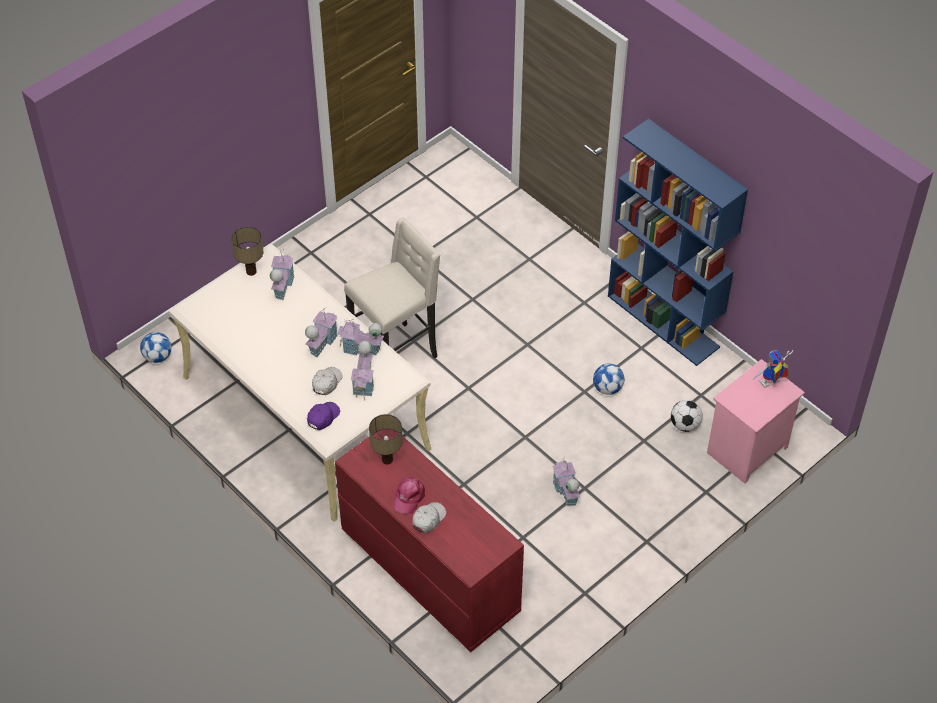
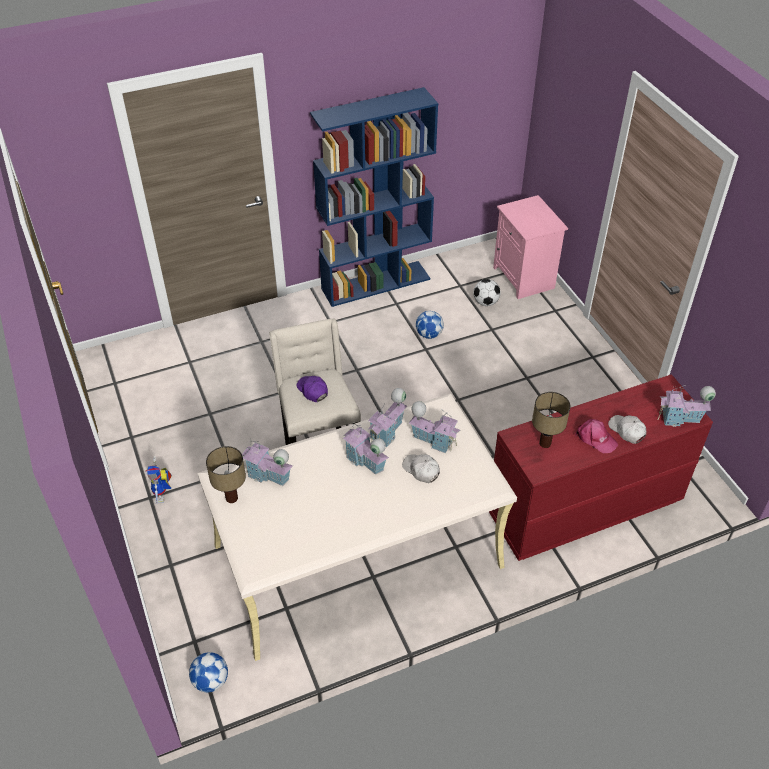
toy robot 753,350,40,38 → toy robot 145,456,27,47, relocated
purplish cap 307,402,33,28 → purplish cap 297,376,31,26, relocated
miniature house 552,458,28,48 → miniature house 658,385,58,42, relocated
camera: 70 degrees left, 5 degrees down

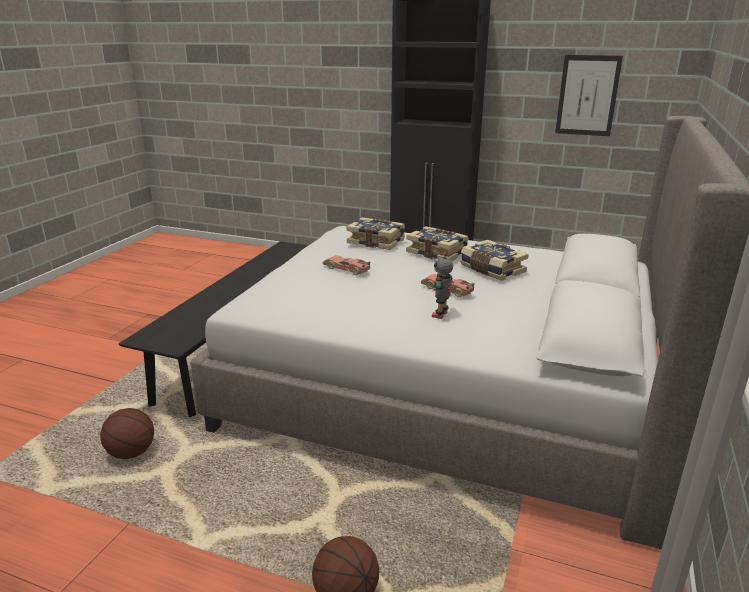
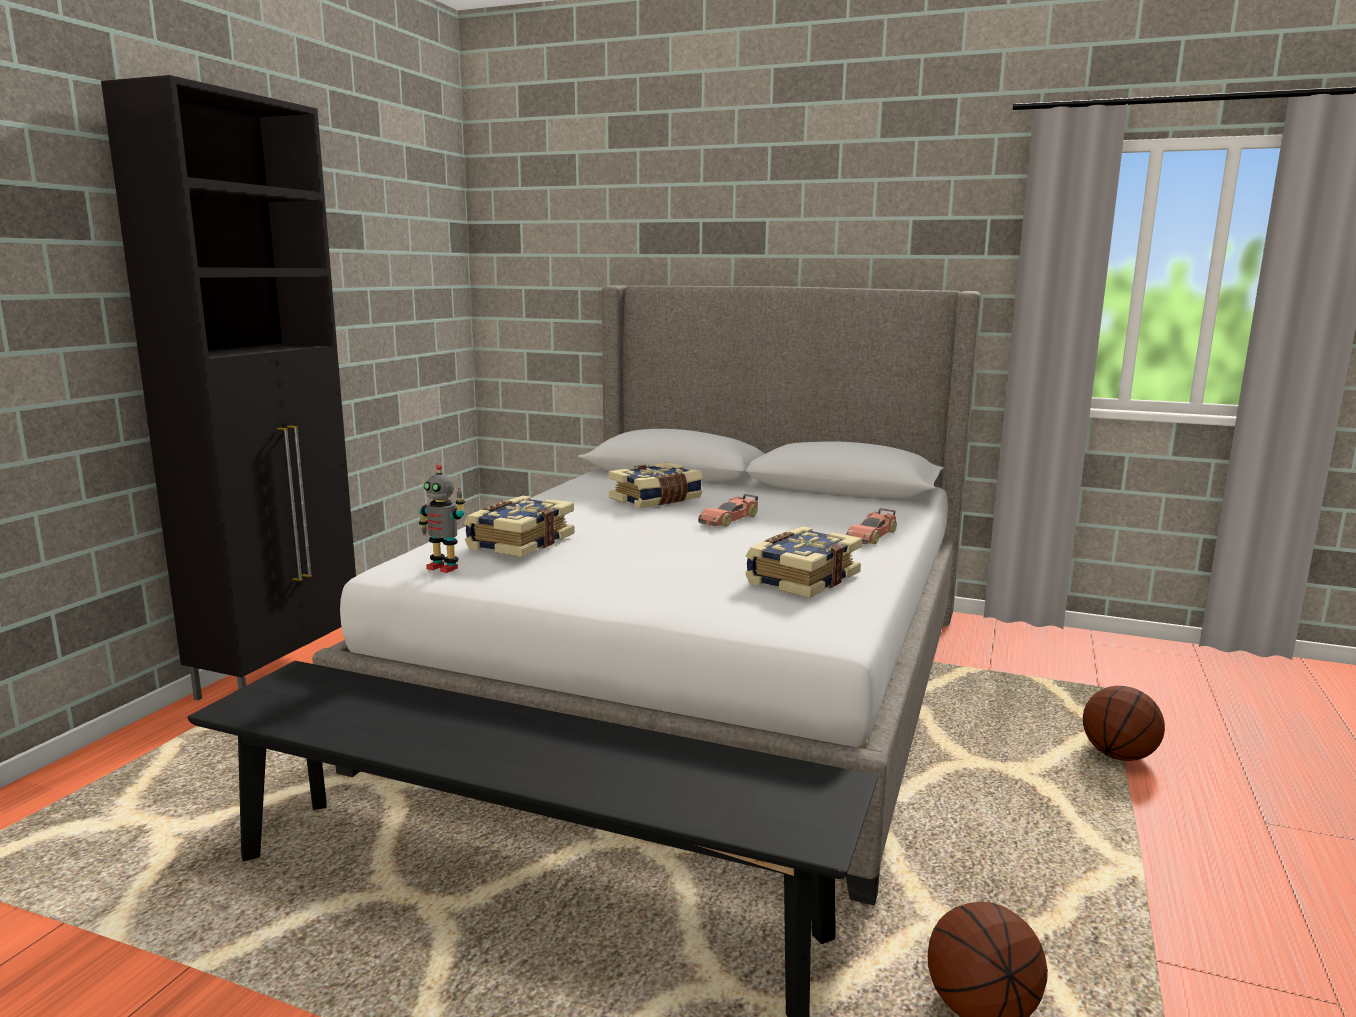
wall art 555,55,68,81 → -
volume 406,226,63,35 → volume 745,526,117,72, relocated
toy robot 432,252,21,67 → toy robot 419,464,46,109, relocated
model car 323,255,47,20 → model car 846,508,51,37, relocated
camera: 90 degrees left, 10 degrees down

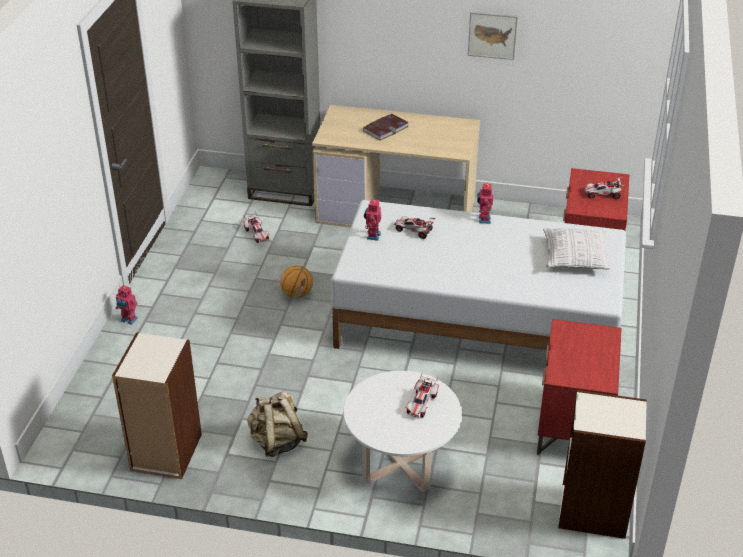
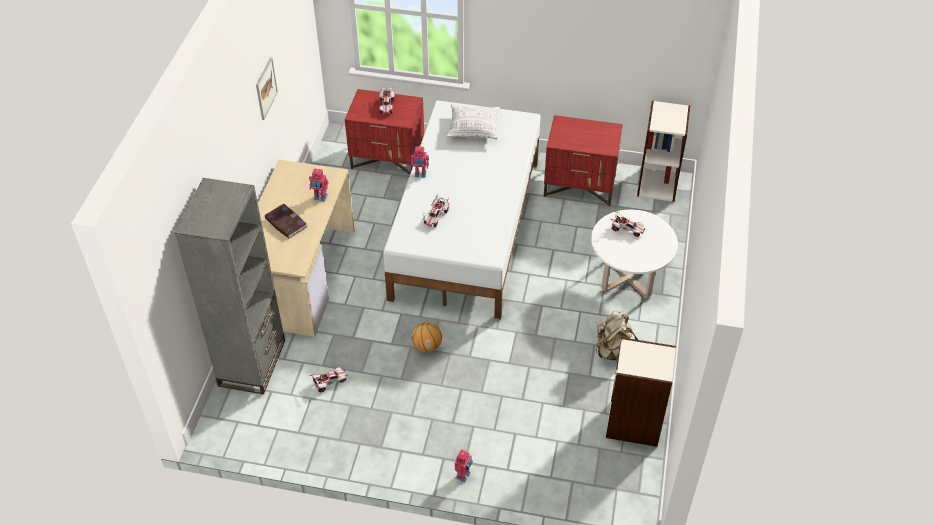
toy robot 364,199,17,42 → toy robot 309,168,19,33, relocated
camera: 90 degrees left, 10 degrees up

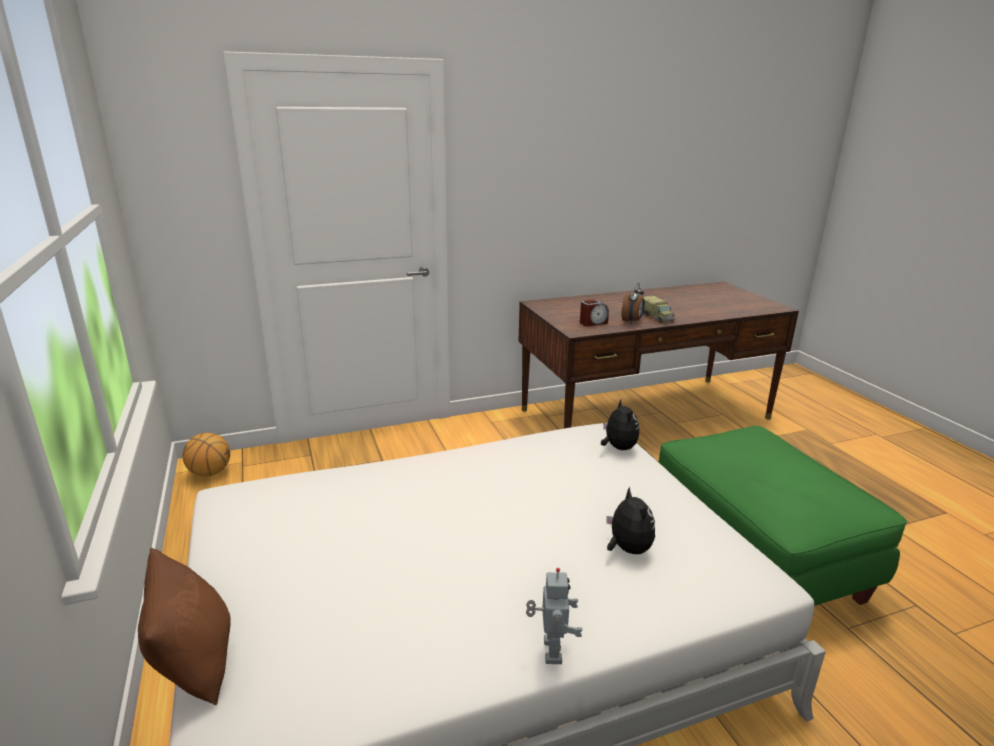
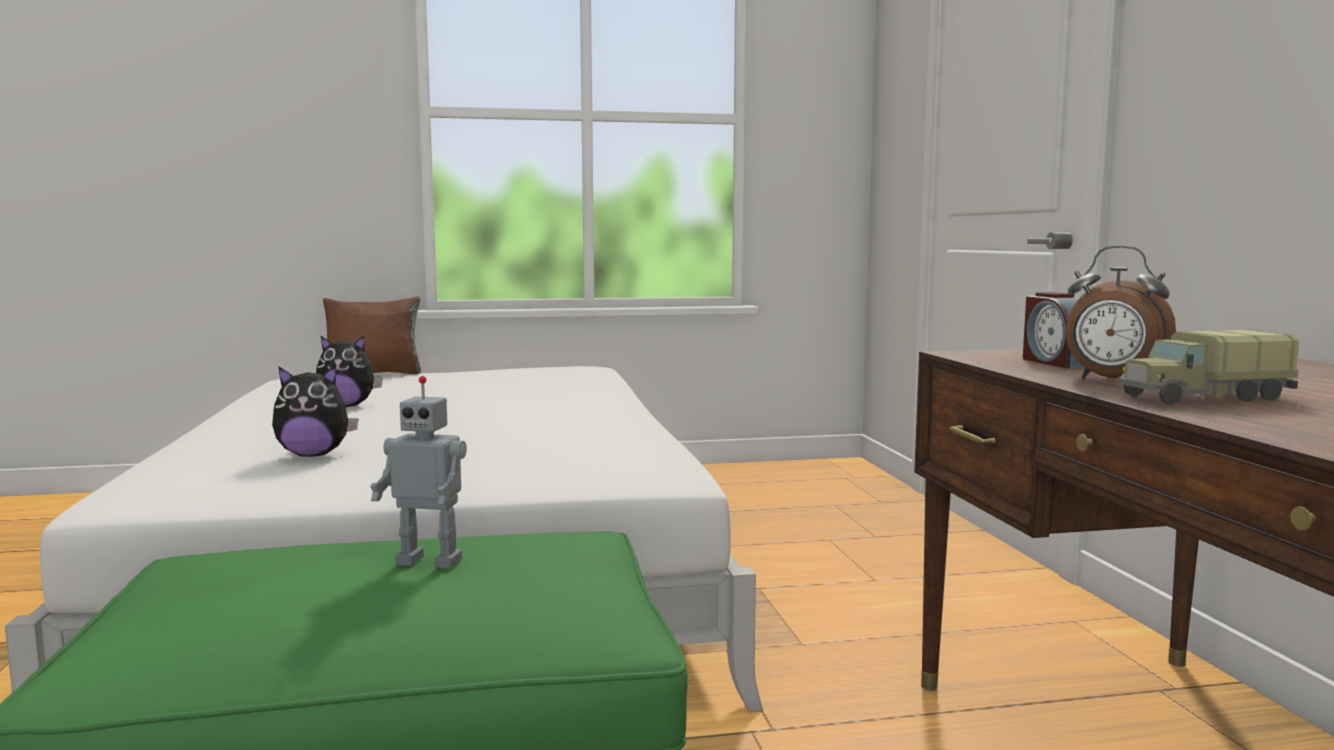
soft toy 601,399,38,51 → soft toy 316,335,67,72, relocated
ball for basketball 182,433,48,44 → -
toy robot 526,568,56,96 → toy robot 370,376,97,193, relocated
camera: 100 degrees right, 15 degrees down

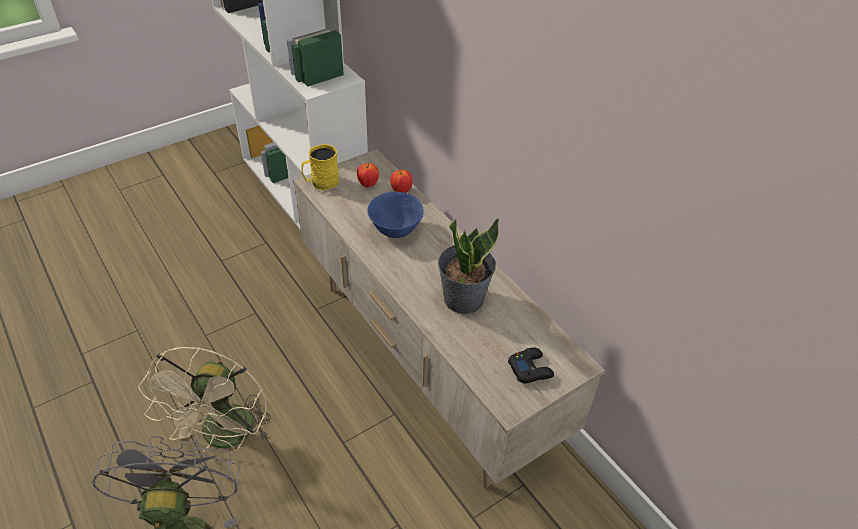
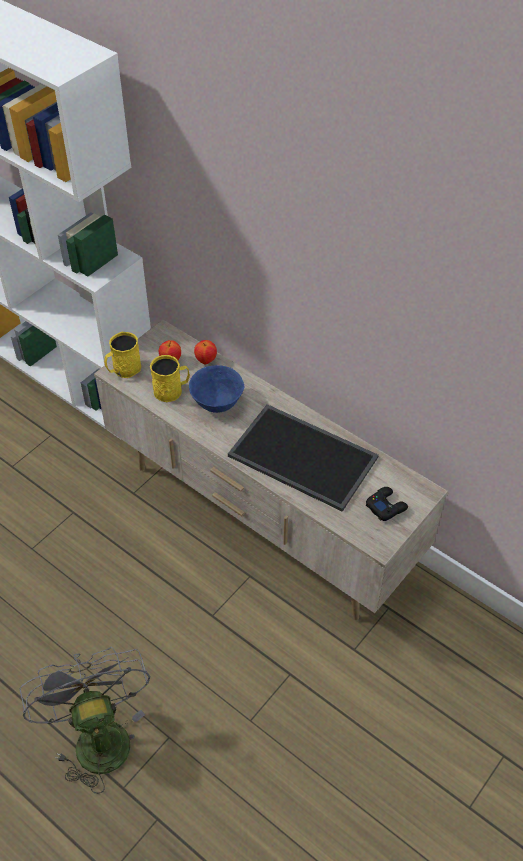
plant in a pot 438,218,61,96 → carrying tray 228,404,151,108
beige-coloured electric fan 138,347,133,105 → -
- → yellowish mug 150,355,40,47
camera: 15 degrees left, 5 degrees up

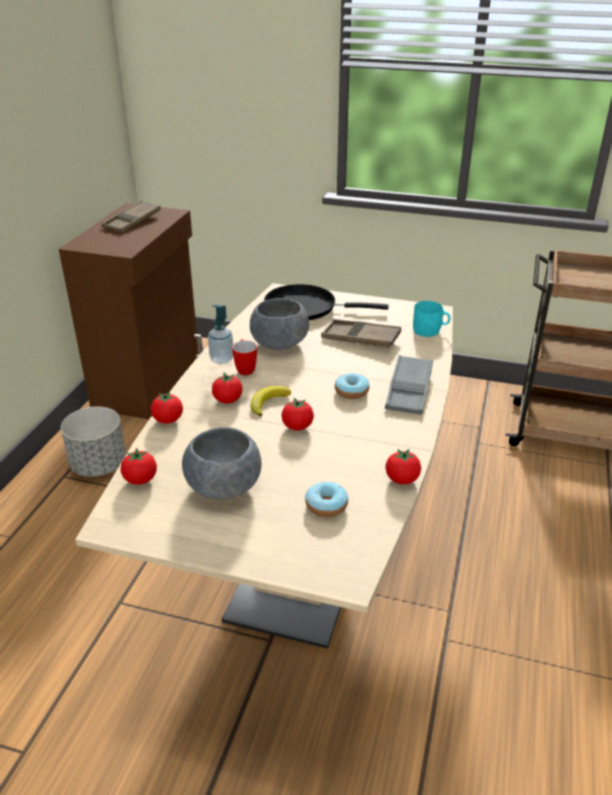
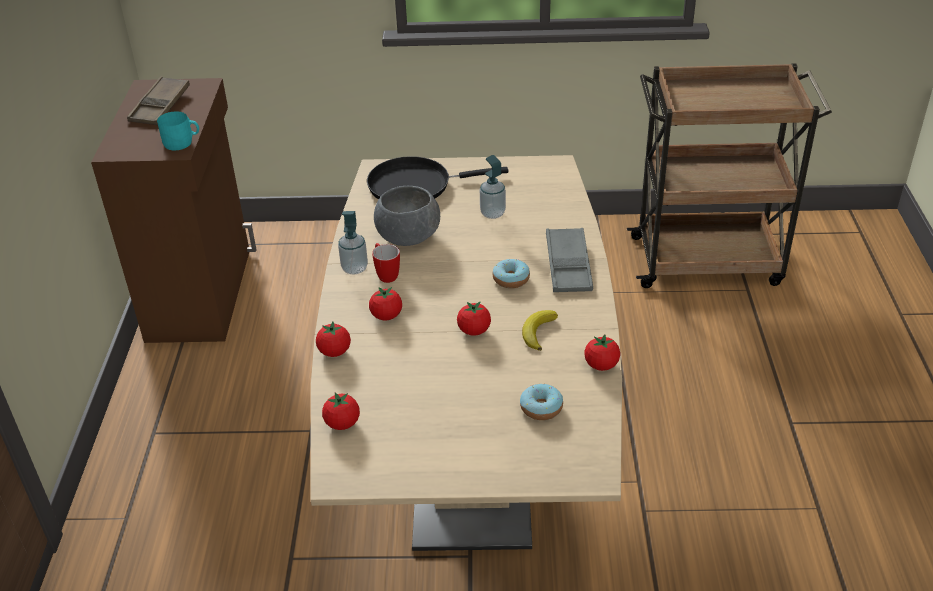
turquoise mug 413,301,37,36 → turquoise mug 157,111,42,39, relocated
brownish carrying tray 321,319,80,28 → soap bottle 480,155,26,64
whole banana 250,386,41,31 → whole banana 522,310,36,41, relocated
gray flower pot 61,406,65,71 → -
gray bowl 182,427,79,72 → -
camera: 15 degrees left, 5 degrees up

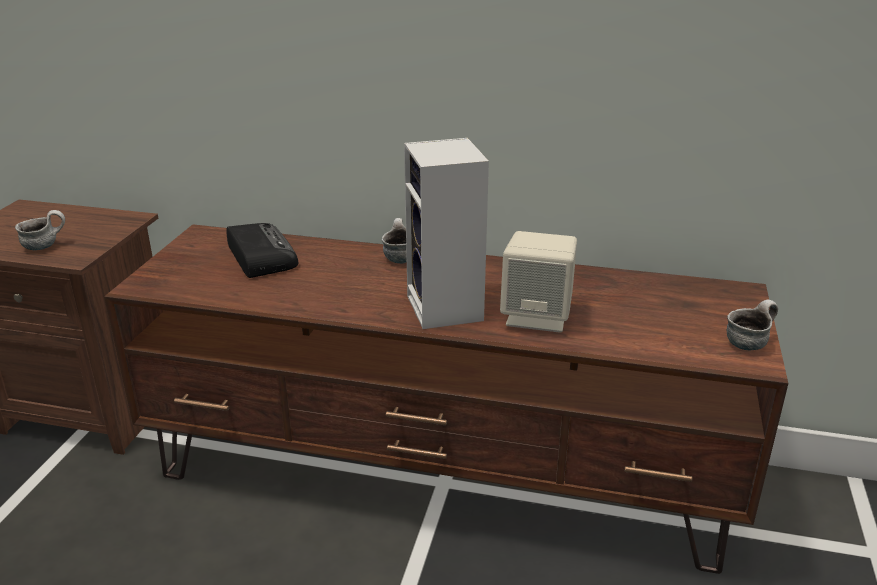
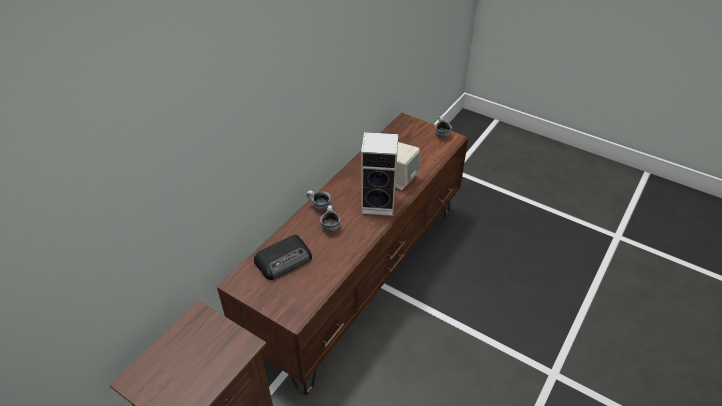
mug 15,210,50,40 → mug 320,205,20,28, relocated
radio set 226,223,73,55 → radio set 254,235,58,45, 150 degrees clockwise
camera: 70 degrees left, 15 degrees up

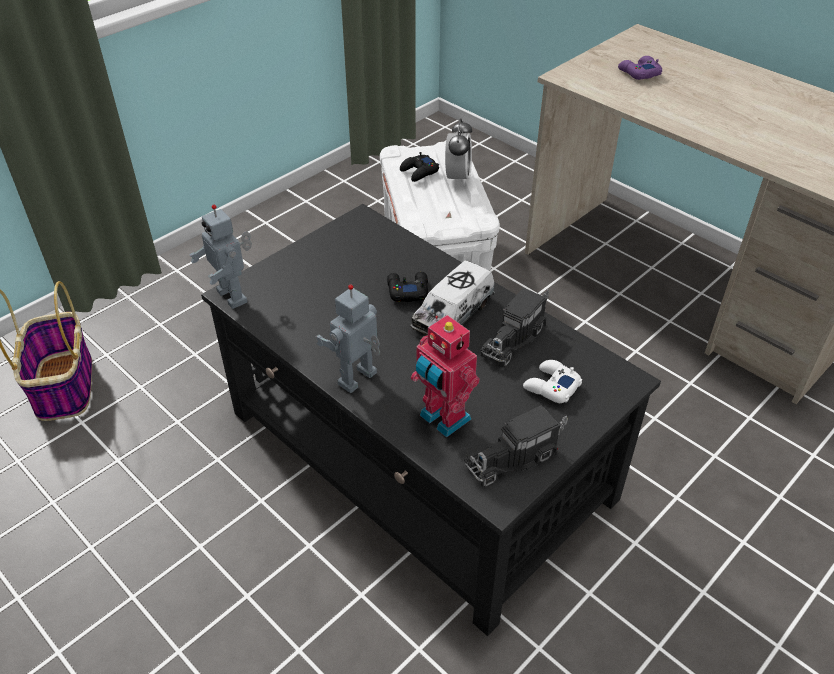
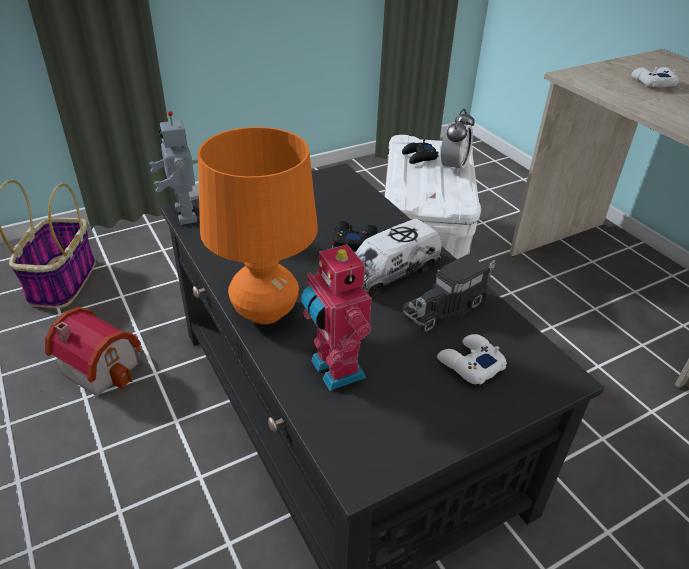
purplish joypad 618,56,44,24 → white joypad 631,67,48,20
toy robot 316,284,64,109 → orangey tabletop lamp 198,127,120,197
toy lorry 464,405,104,83 → -
- → miniature house 45,307,97,89
camera: 15 degrees right, 5 degrees down

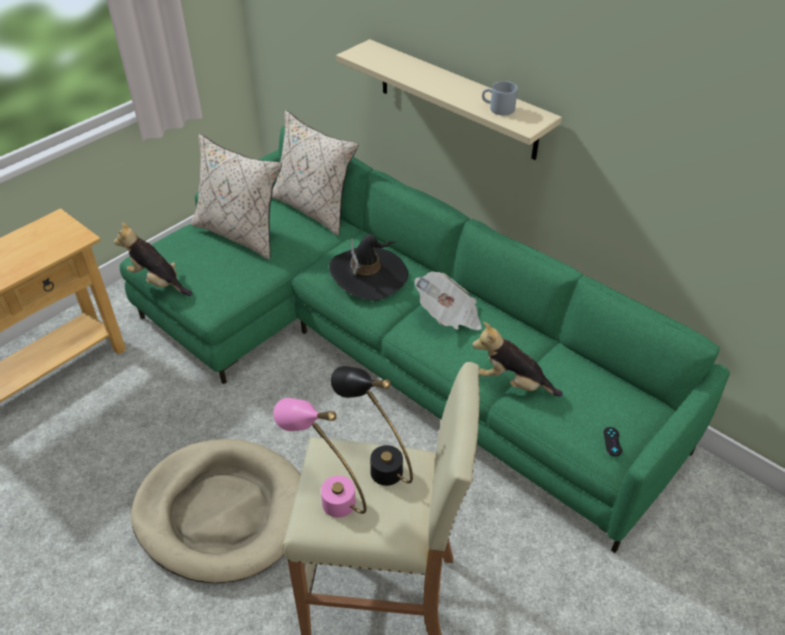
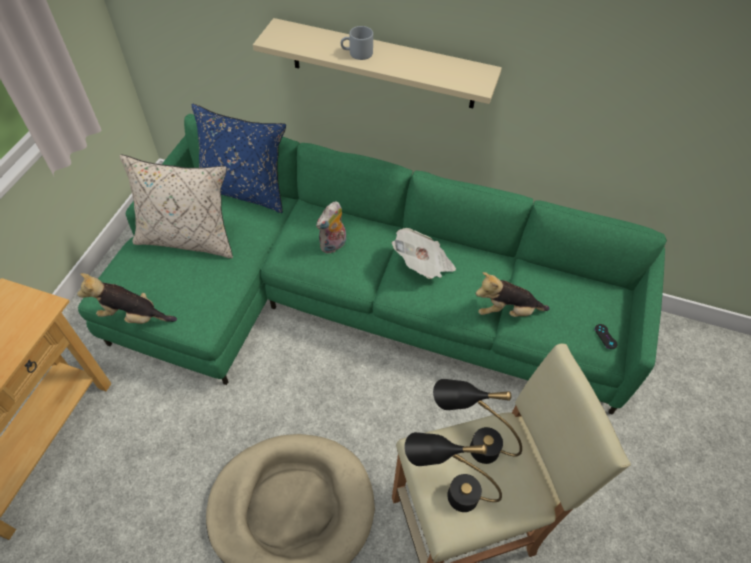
gray mug 482,81,36,34 → gray mug 340,26,33,34, relocated
beige-coloured cushion 272,110,87,126 → blue-coloured cushion 192,104,94,109
blackish hat 329,234,79,67 → soft toy 316,201,30,53
pinkish tabletop lamp 273,398,93,120 → blackish tabletop lamp 405,432,97,80
camera: 25 degrees left, 10 degrees up

